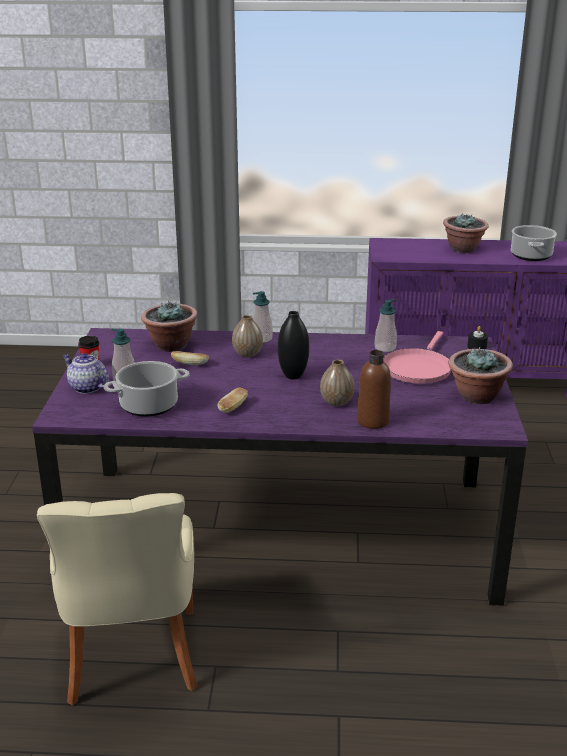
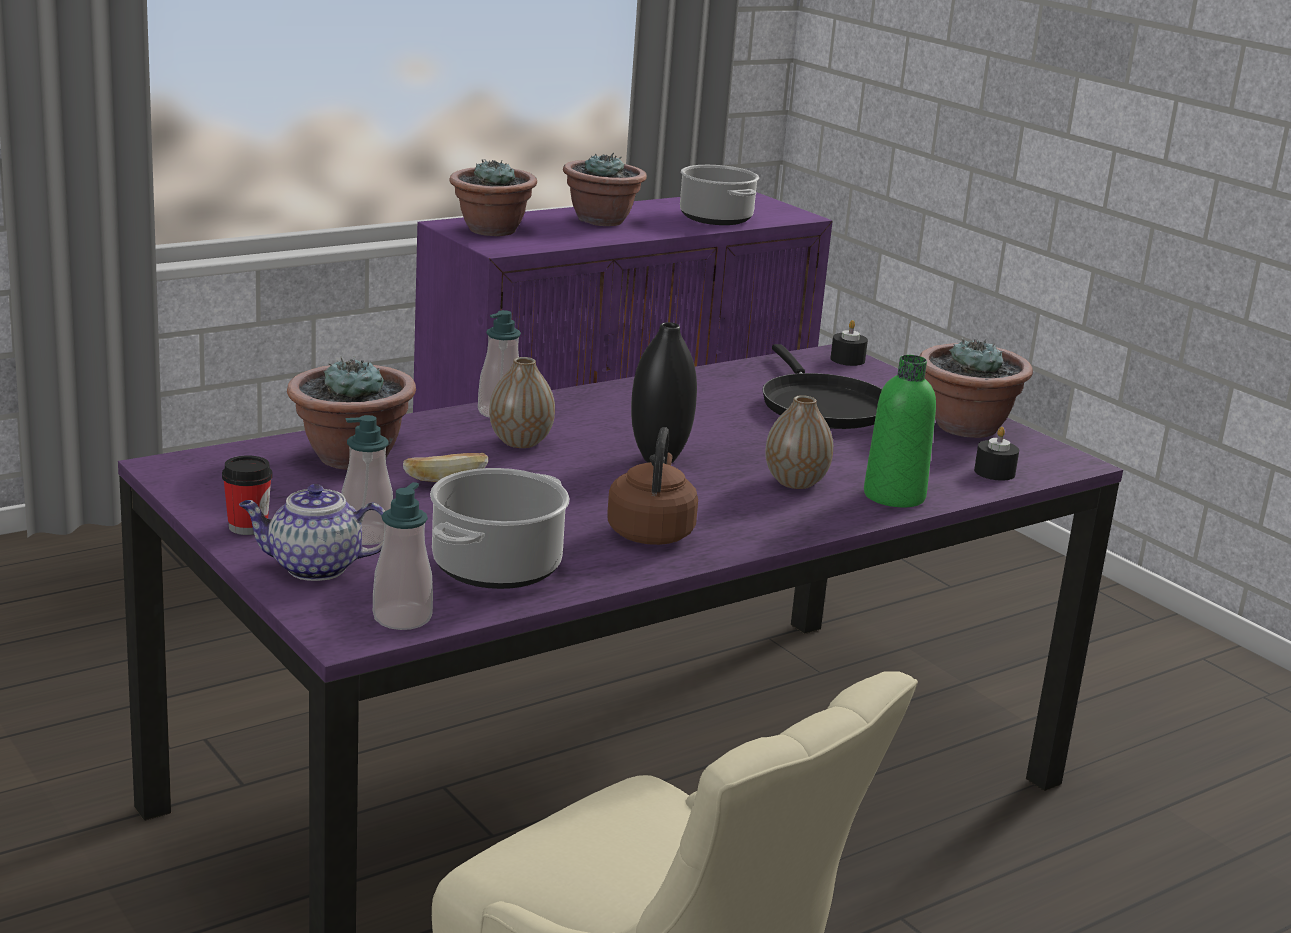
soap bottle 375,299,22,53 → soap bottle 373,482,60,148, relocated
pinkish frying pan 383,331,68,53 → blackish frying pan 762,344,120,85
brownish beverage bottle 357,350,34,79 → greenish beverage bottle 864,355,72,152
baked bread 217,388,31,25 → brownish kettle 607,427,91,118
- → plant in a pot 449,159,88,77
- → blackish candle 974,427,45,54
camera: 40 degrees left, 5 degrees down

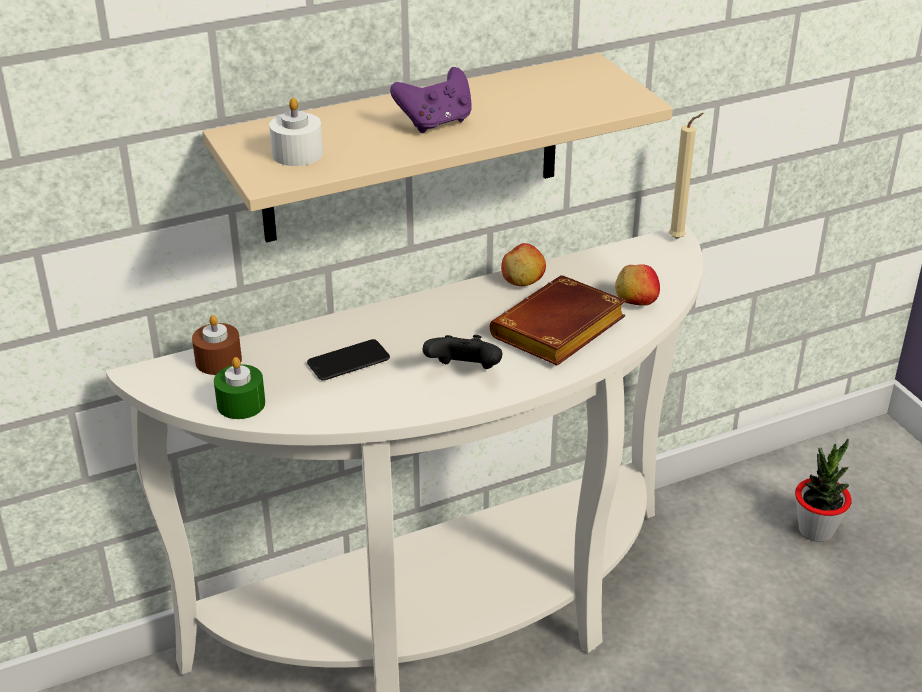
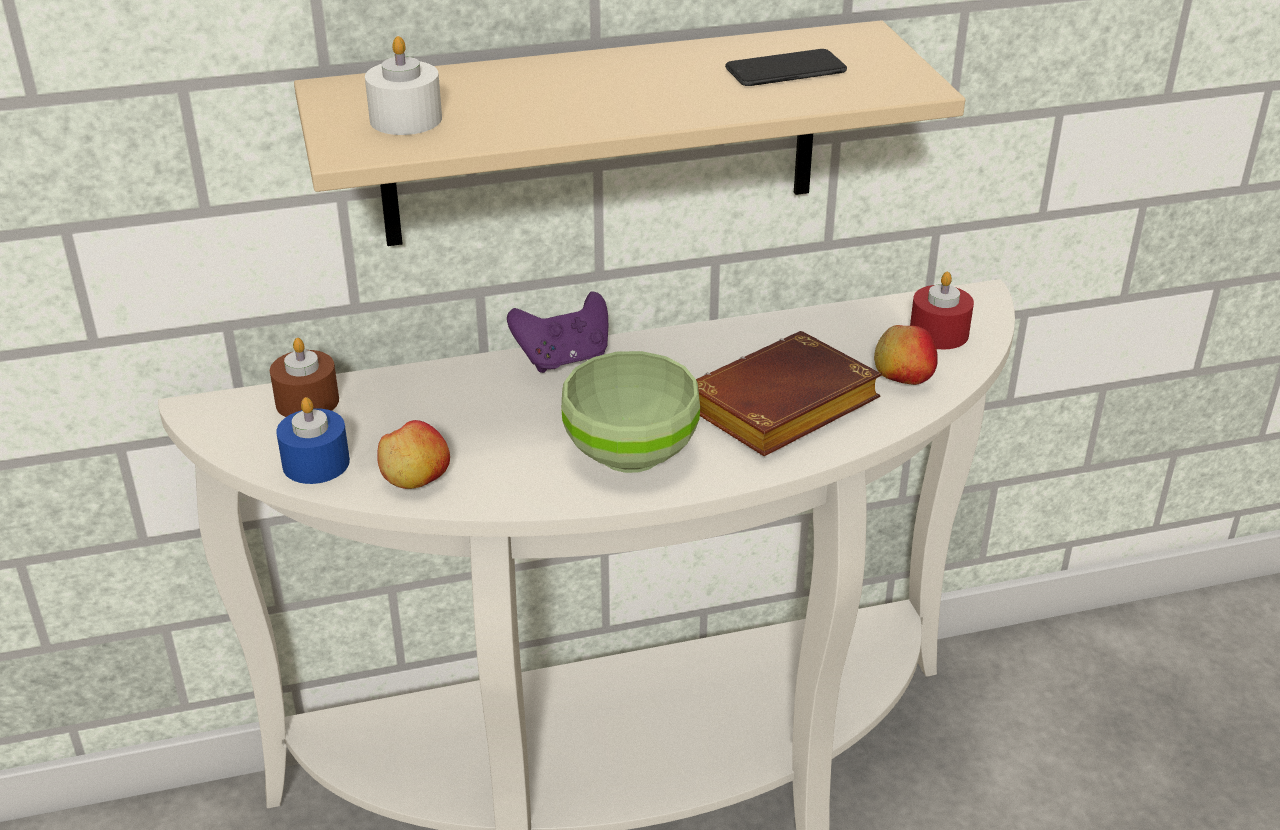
purplish joypad 390,67,82,66 → purplish joypad 507,291,101,82, relocated
beige-coloured candle 669,113,35,126 → -
apple fruit 501,243,45,43 → apple fruit 378,420,72,69, relocated
blackish joypad 423,335,79,34 → greenish bowl 561,351,139,122
handset 307,339,83,41 → handset 725,49,122,37, relocated
greenish candle 214,357,51,62 → blue-coloured candle 276,397,74,87
plant in a pot 795,439,57,103 → -
- → red-coloured candle 910,272,64,77
camera: 10 degrees right, 0 degrees up

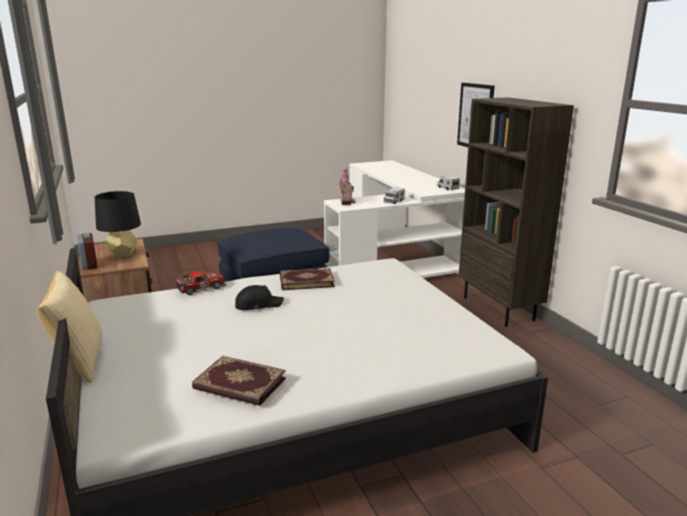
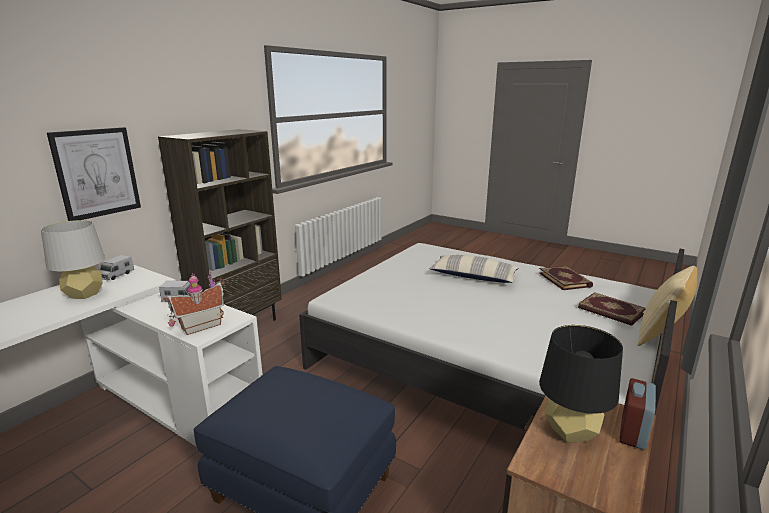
volume 280,268,55,22 → volume 578,292,68,34, relocated
model car 173,271,54,24 → -
blackish cap 235,285,49,25 → -
- → gray tabletop lamp 41,220,64,79
- → cushion 429,255,90,28
camera: 125 degrees left, 0 degrees up

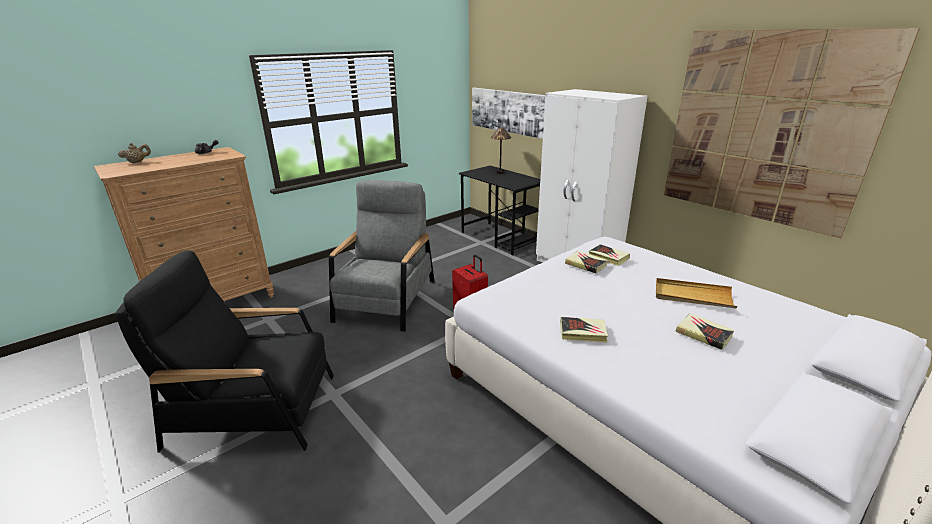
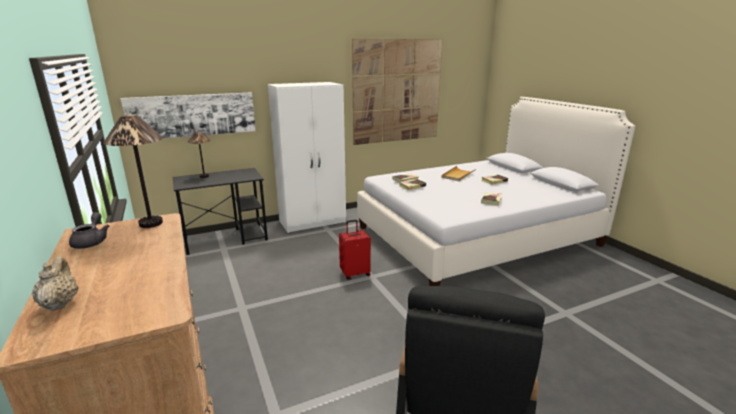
gray easy chair 329,180,106,152 → -
- → tabletop lamp 103,115,60,113
camera: 75 degrees left, 5 degrees down

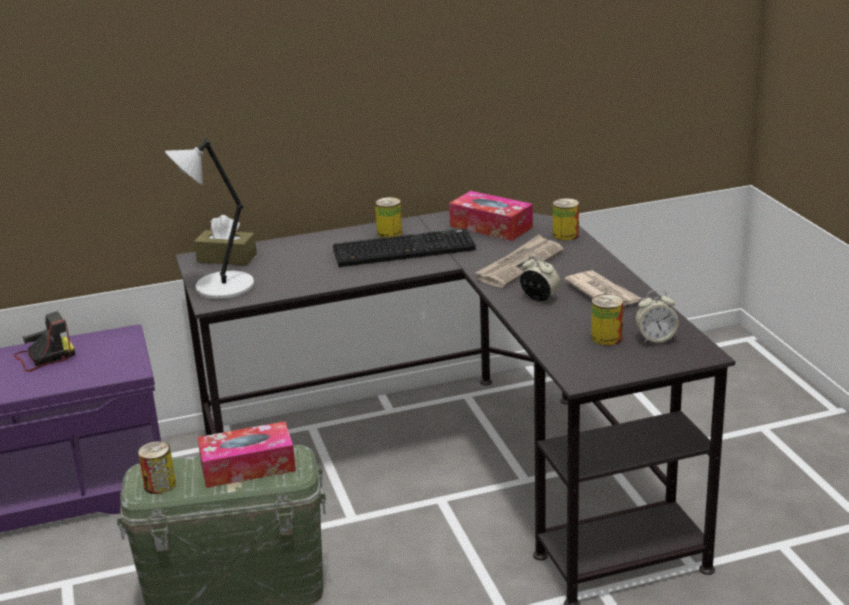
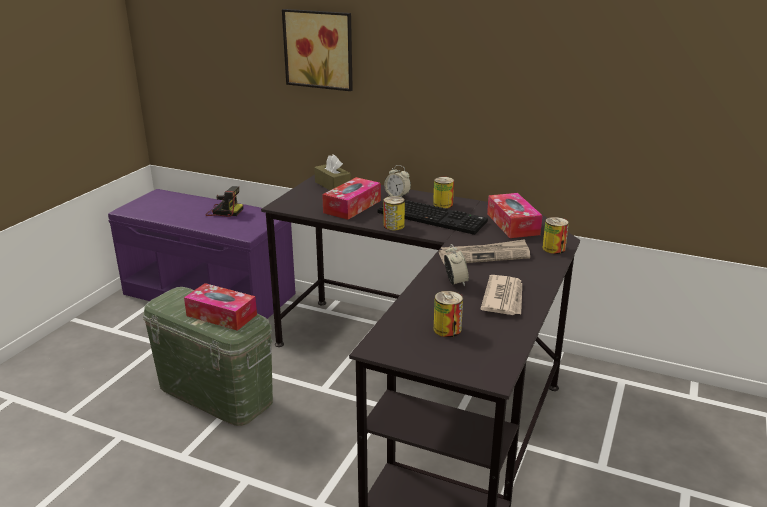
gray tabletop lamp 165,139,89,160 → -
table clock 635,290,44,53 → table clock 384,165,27,32, relocated
can 138,441,38,53 → can 384,196,21,34, relocated
- → wall art 282,9,71,82
- → tissue box 322,177,59,43
camera: 40 degrees right, 0 degrees up

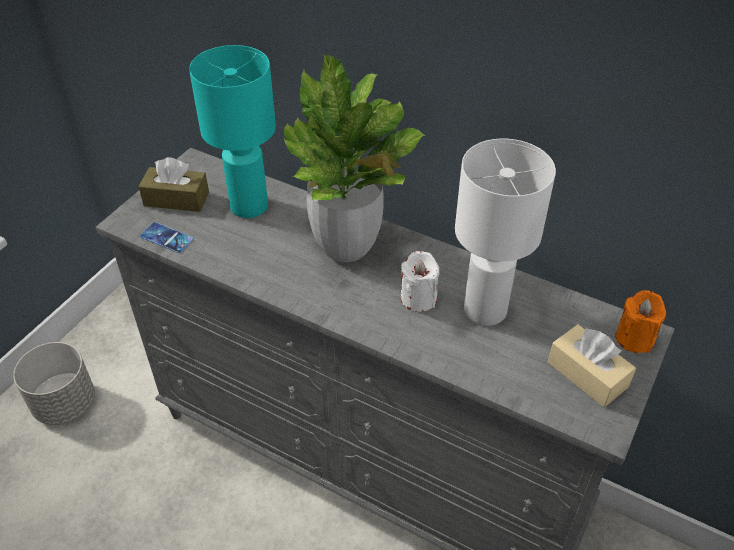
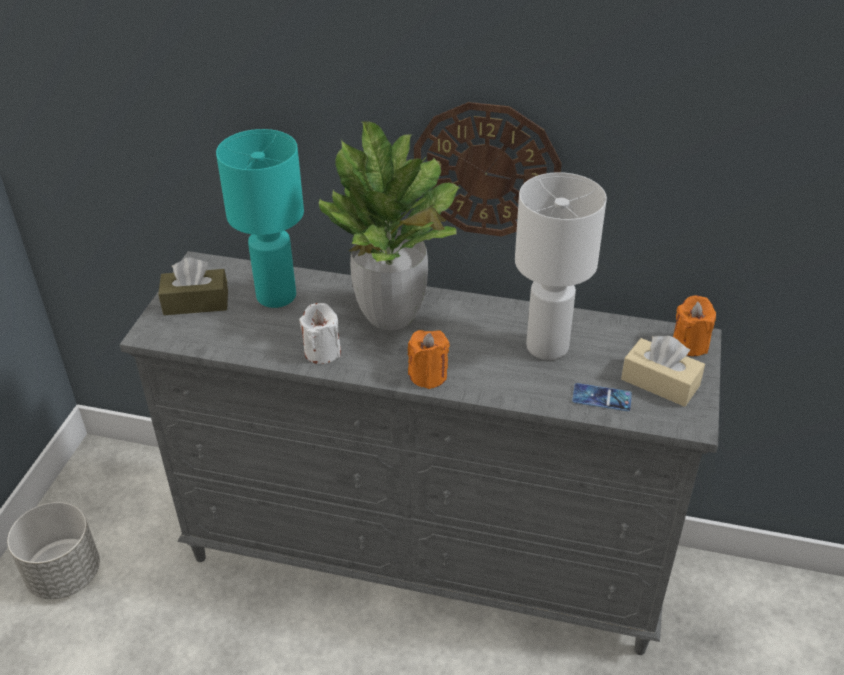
handset 140,222,54,31 → handset 572,383,60,28, relocated
white candle 401,251,38,61 → white candle 299,303,42,61, relocated
- → hanging clock 414,102,148,135
- → orangey candle 408,330,42,59
camera: 15 degrees left, 5 degrees down

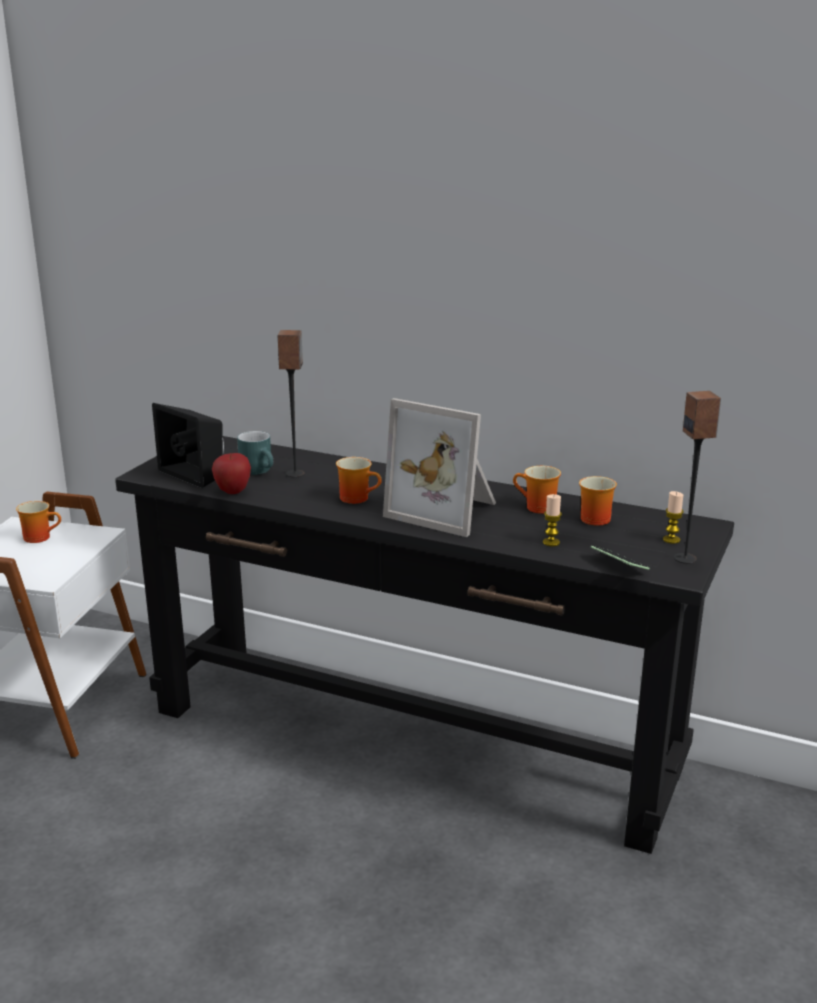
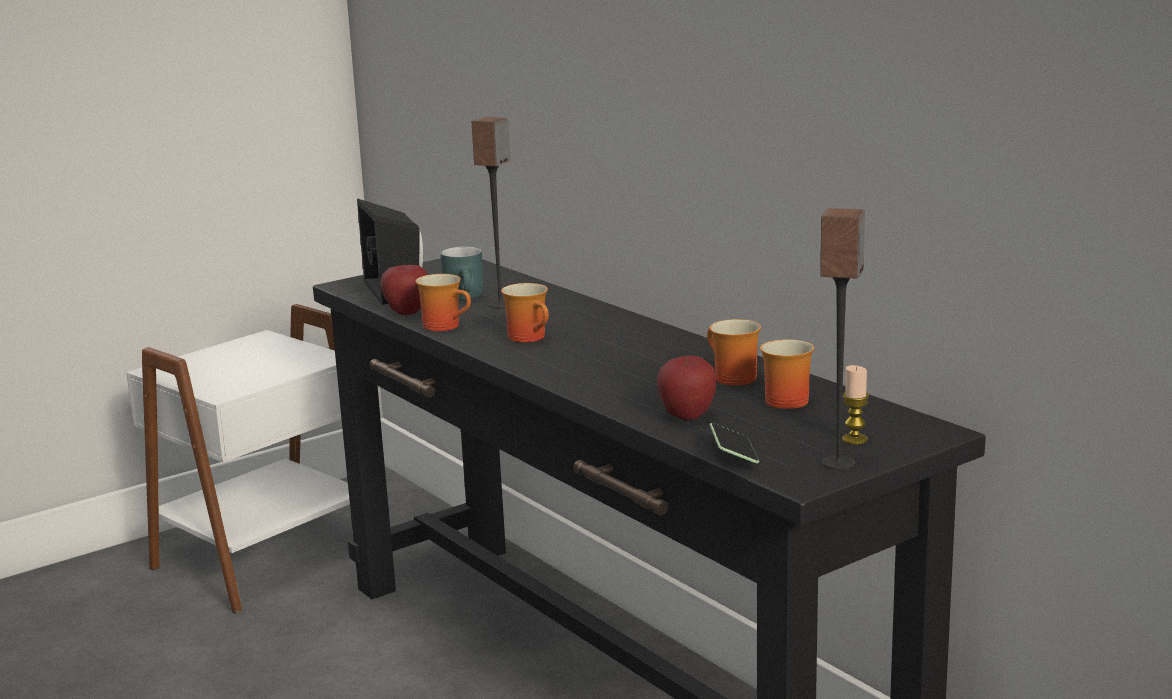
photo frame 383,398,113,139 → -
candle 543,494,19,52 → apple fruit 657,355,60,65
mug 16,501,45,42 → mug 415,274,56,57, relocated
camera: 30 degrees right, 5 degrees down

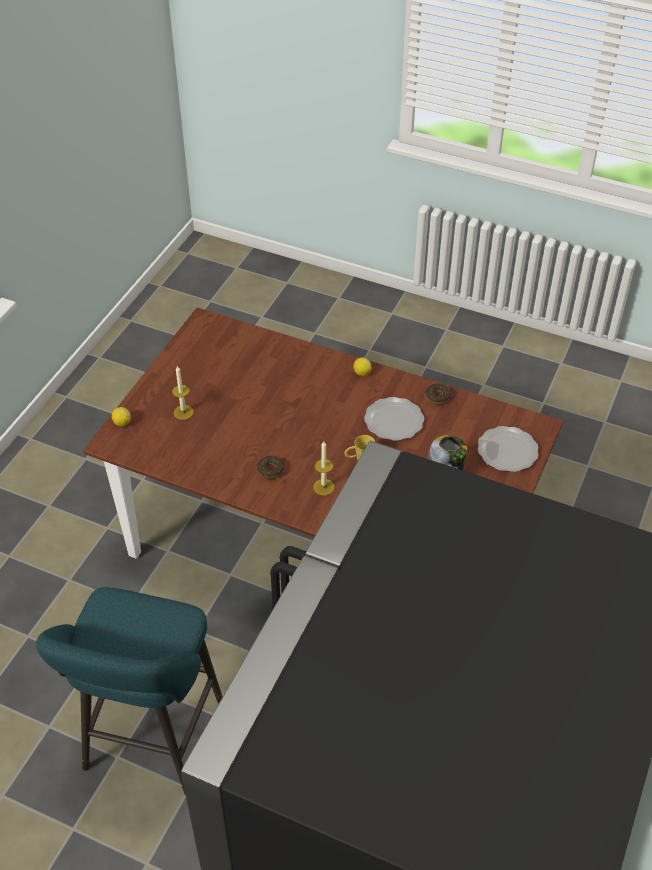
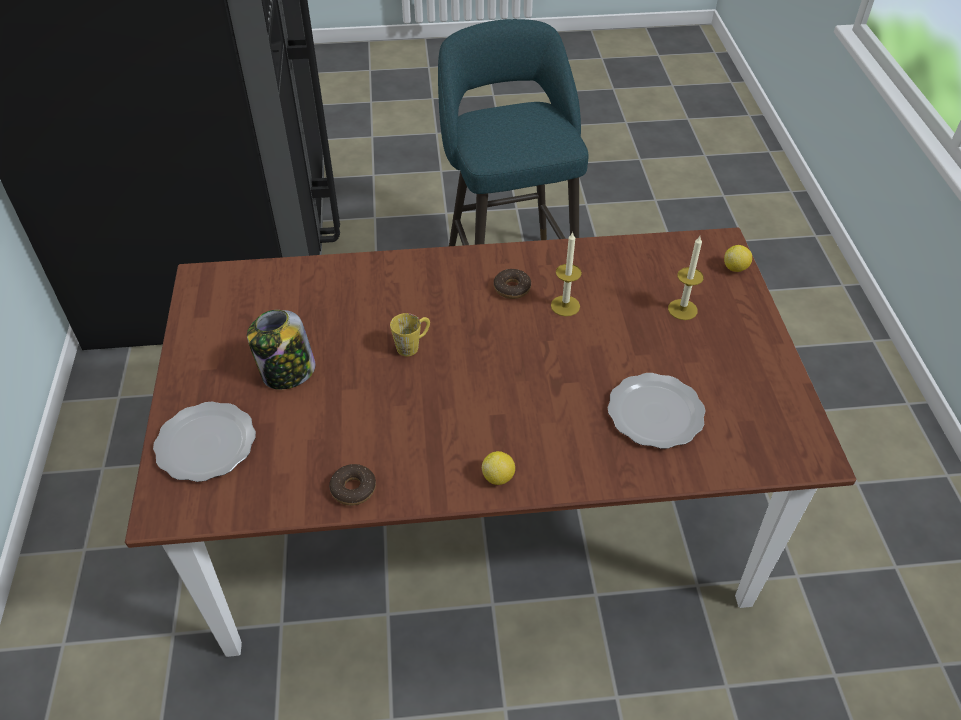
plate 364,397,60,44 → plate 608,373,98,76, relocated
candle 313,441,21,54 → candle 551,231,31,85, relocated
camera: 150 degrees right, 0 degrees up

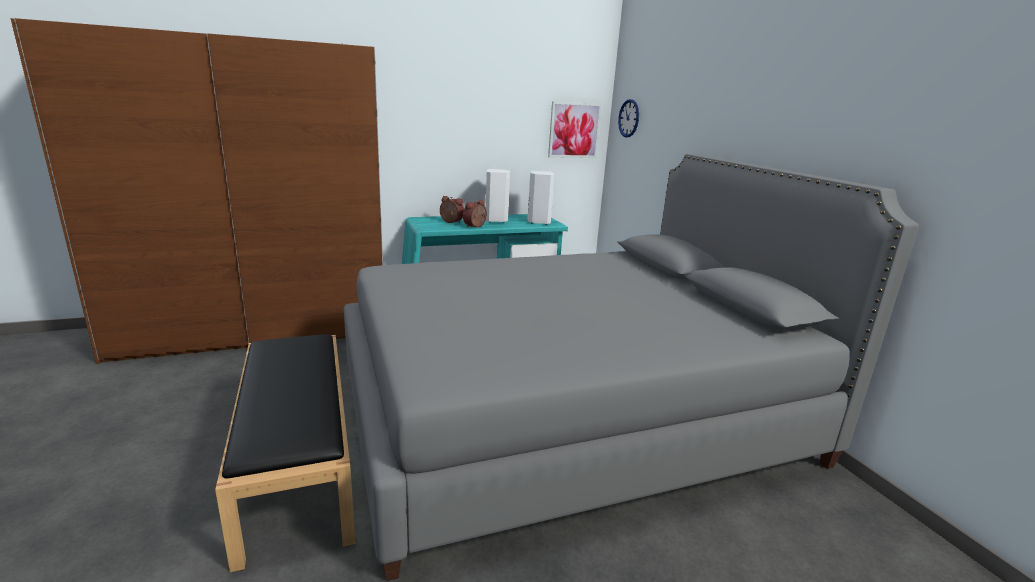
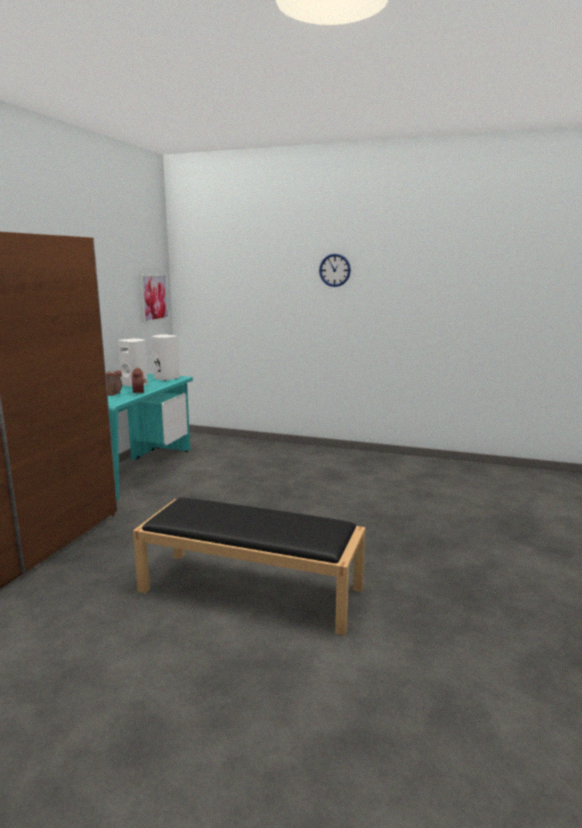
hanging clock 618,99,21,38 → hanging clock 319,254,32,33, relocated
gray bedroom bed 344,154,575,427 → -
camera: 50 degrees left, 5 degrees down

